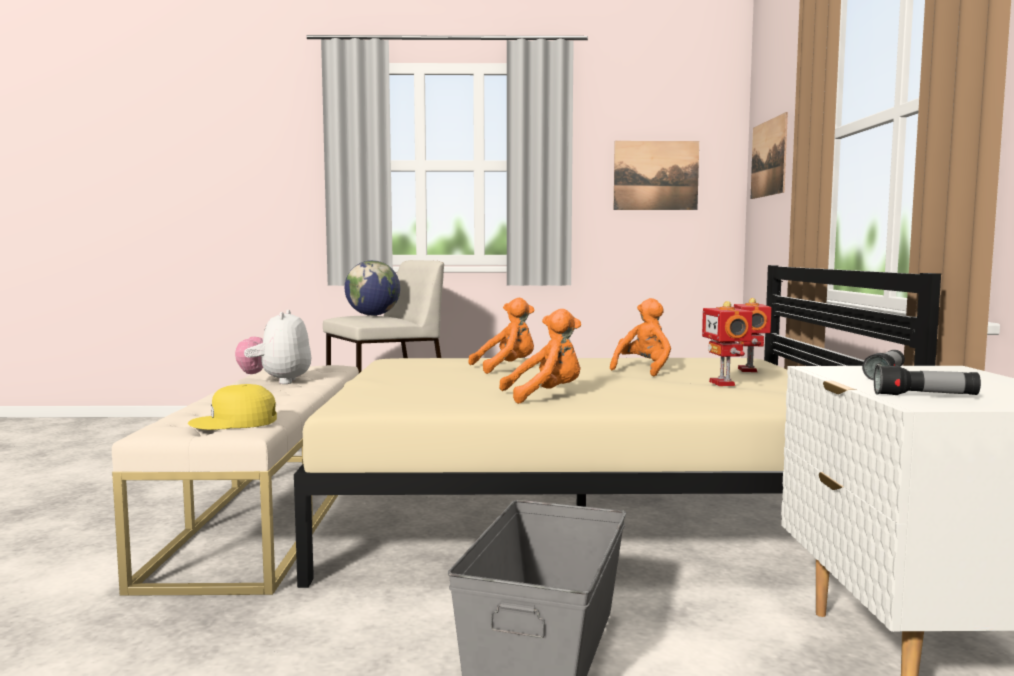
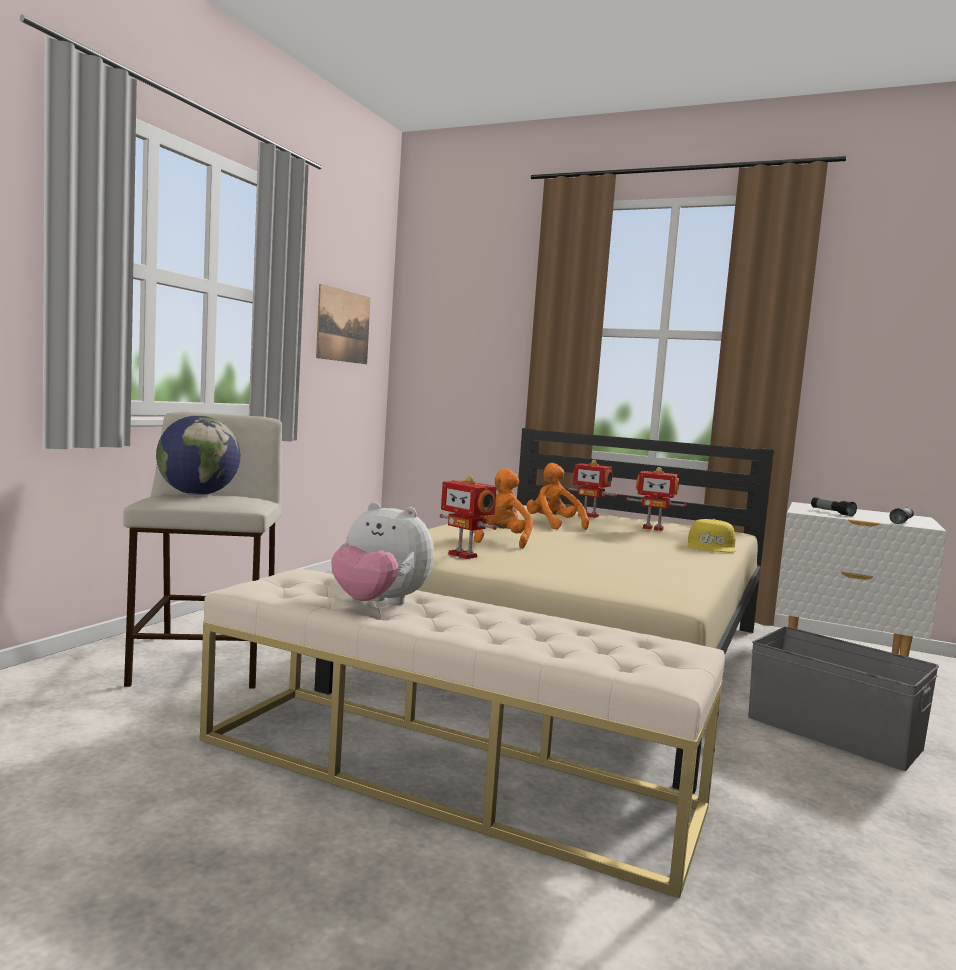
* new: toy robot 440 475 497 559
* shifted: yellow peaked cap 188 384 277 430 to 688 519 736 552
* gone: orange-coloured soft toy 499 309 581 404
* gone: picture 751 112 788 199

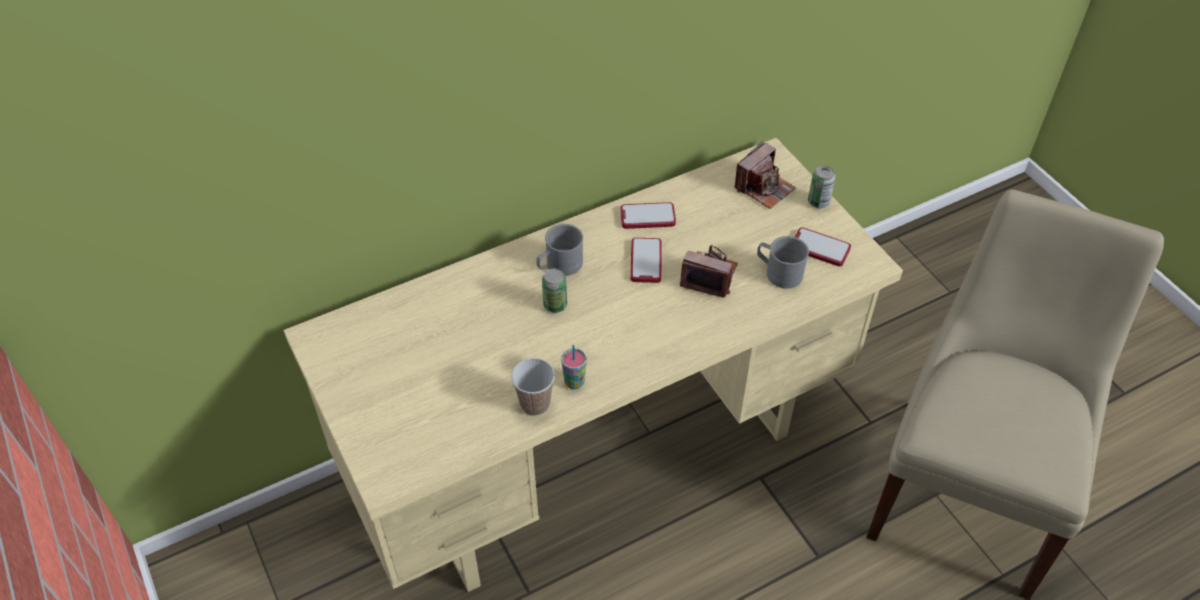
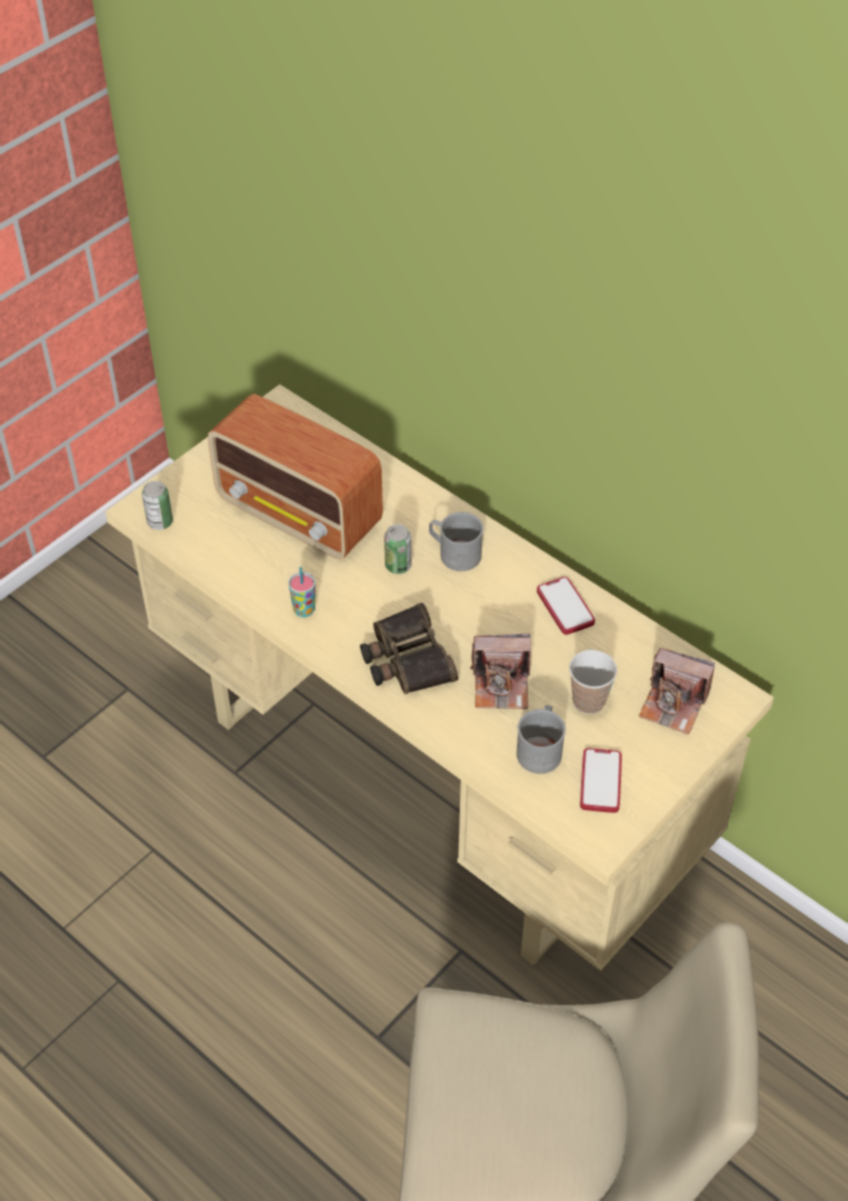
* shifted: metal can 808 166 835 208 to 142 481 173 530
* new: radio receiver 208 394 383 559
* new: pair of binoculars 360 603 459 694
* rotated: still camera 680 245 738 298 = 470 634 531 709 90 degrees clockwise
* shifted: small cup 511 358 555 416 to 569 650 617 714
* gone: phone 630 238 662 283

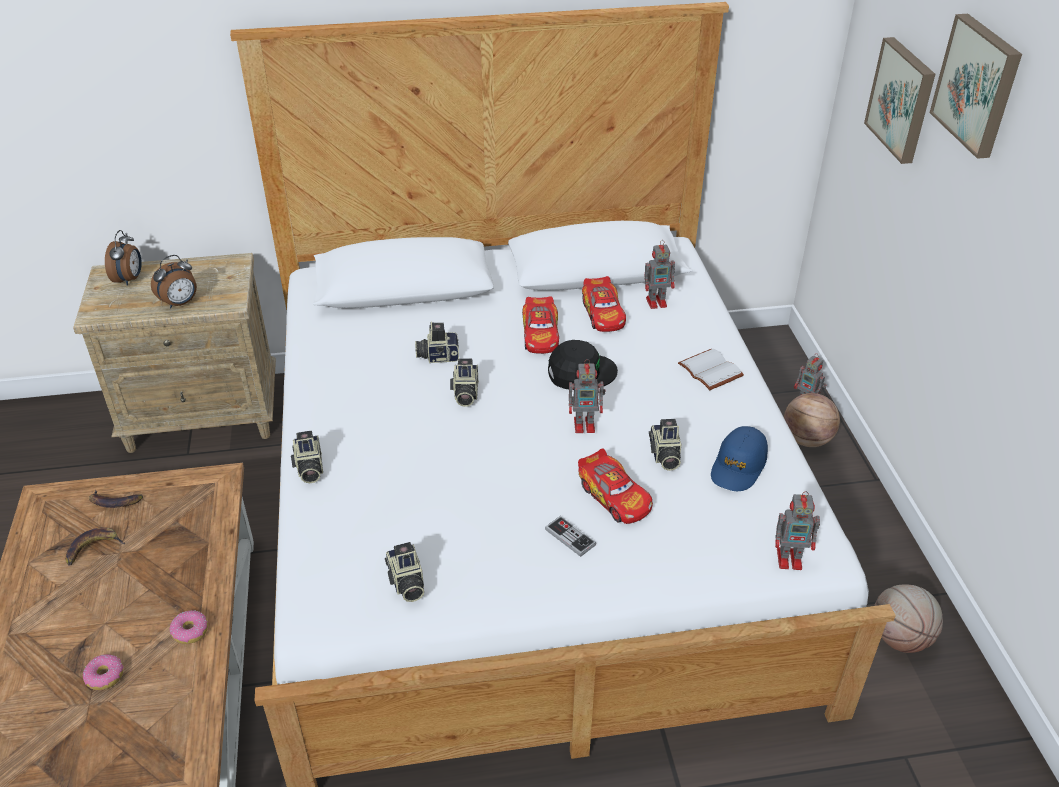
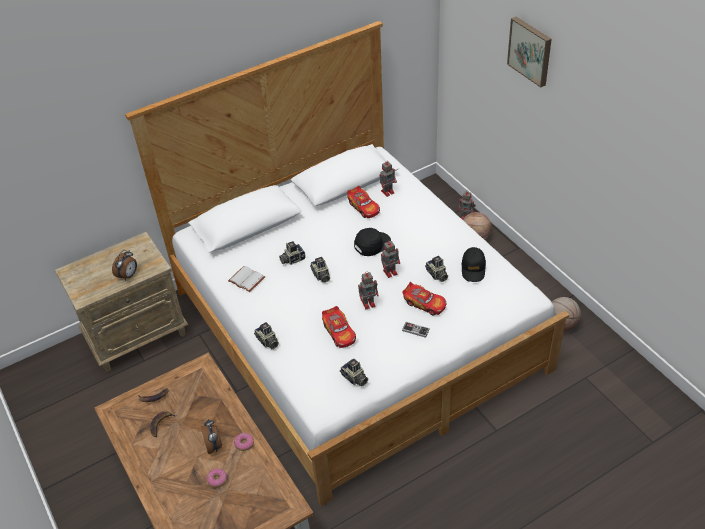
* shifted: alarm clock 105 230 142 286 to 201 419 222 454
* shifted: white bound book 678 348 744 390 to 228 266 265 292
* shifted: model car 522 296 559 354 to 322 306 356 348
* shifted: toy robot 775 491 820 570 to 358 271 378 309
* repainted: bluish peaked cap 711 426 768 491 to blackish peaked cap 461 247 486 282
* gone: picture 864 37 935 164

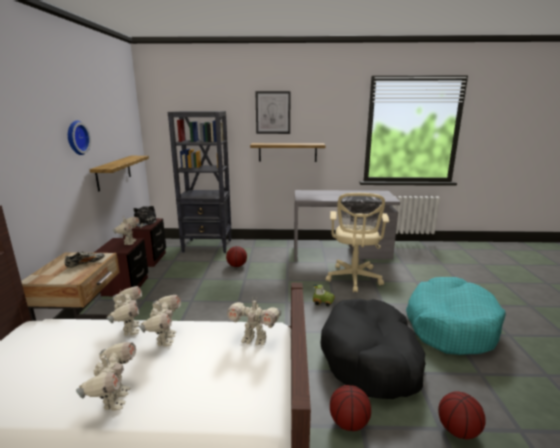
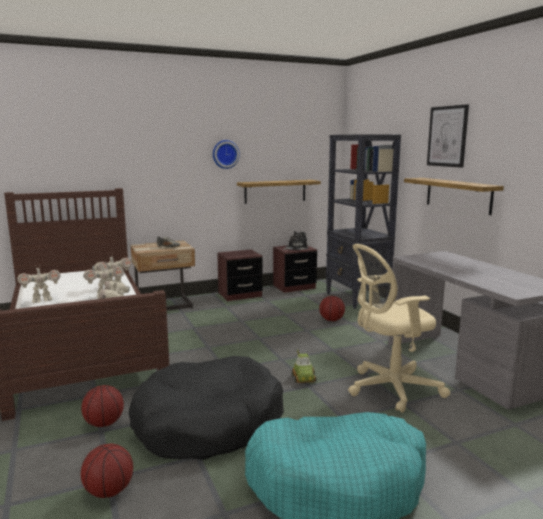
* gone: toy robot 113 217 140 245

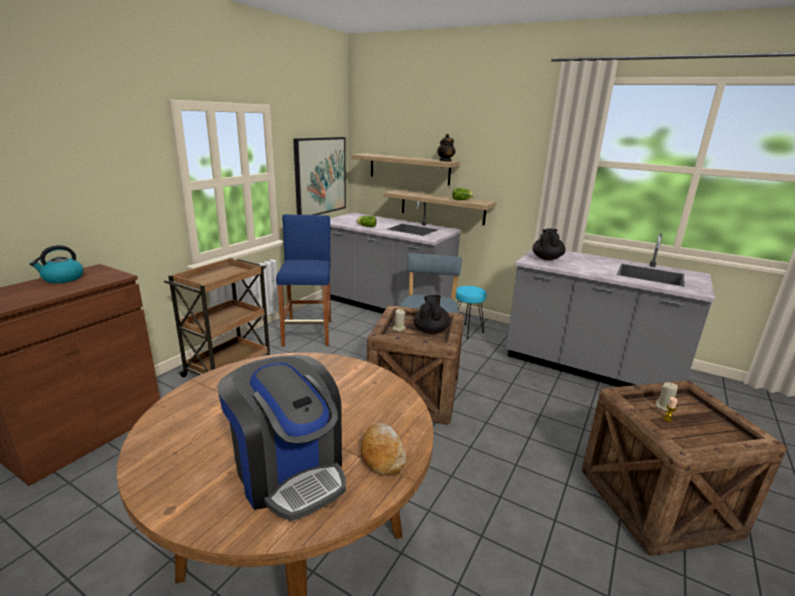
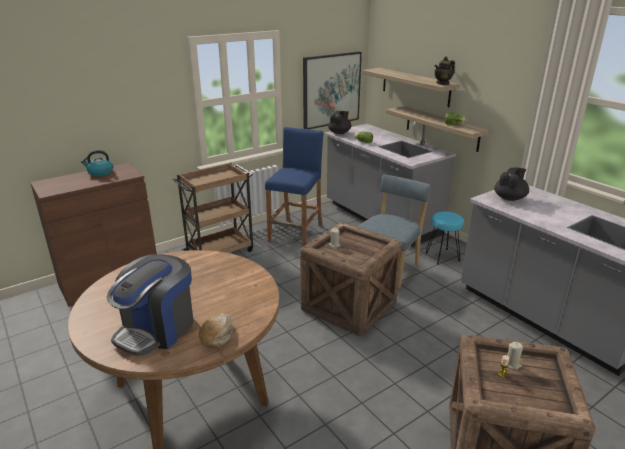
* rotated: coffee brewer 217 355 346 521 = 107 254 193 356 45 degrees clockwise
* shifted: blackish pot for tea 413 295 451 334 to 328 111 351 134

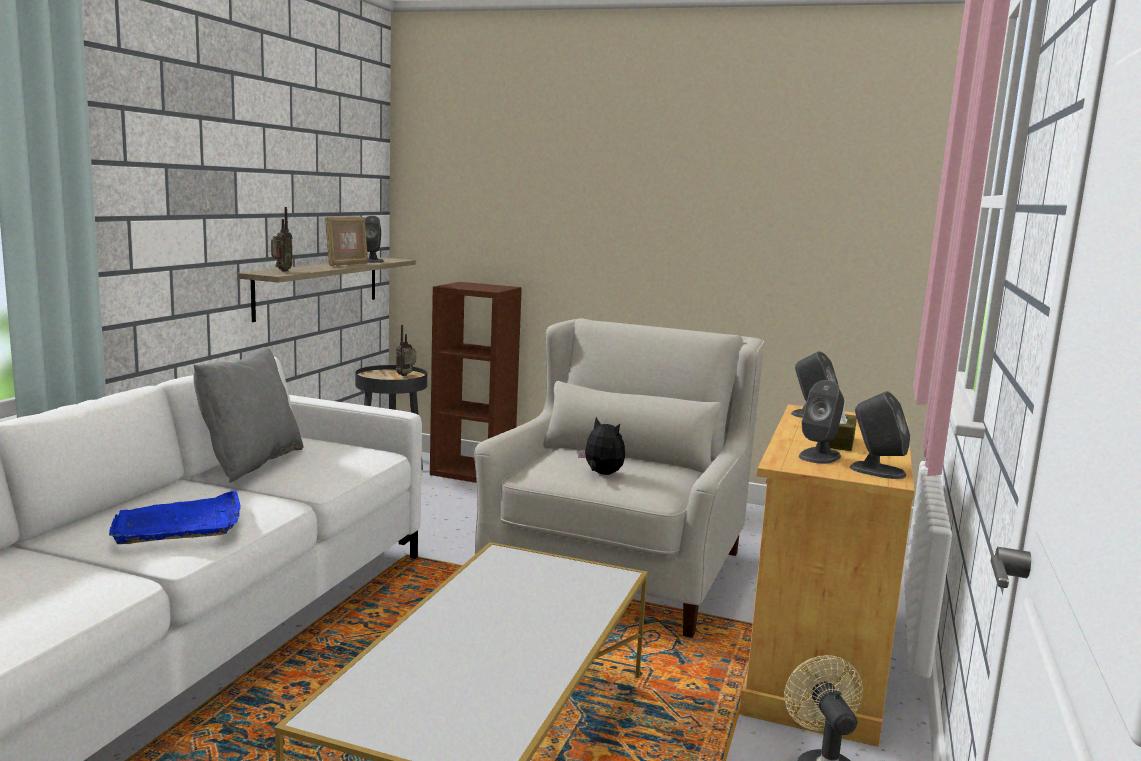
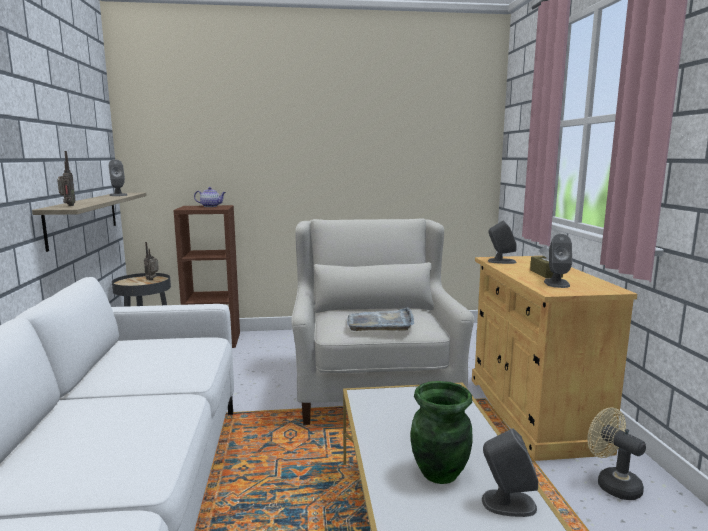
* new: pot for tea 194 187 226 207
* swapped: soft toy 578 417 625 475 to greyish tray 347 307 414 331
* new: green flower vase 410 381 473 484
* shifted: greyish loudspeaker 850 391 910 479 to 482 428 538 517
* gone: bluish tray 109 490 241 544
* gone: greyish pillow 193 347 304 483
* gone: photo frame 325 217 368 266

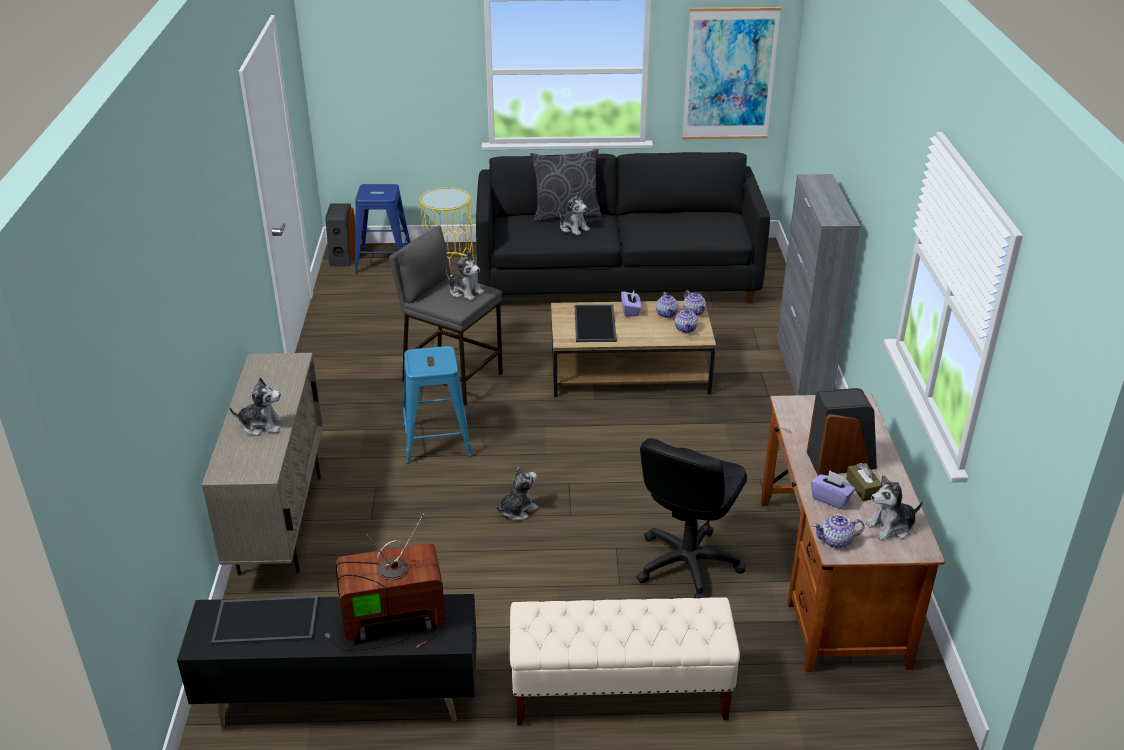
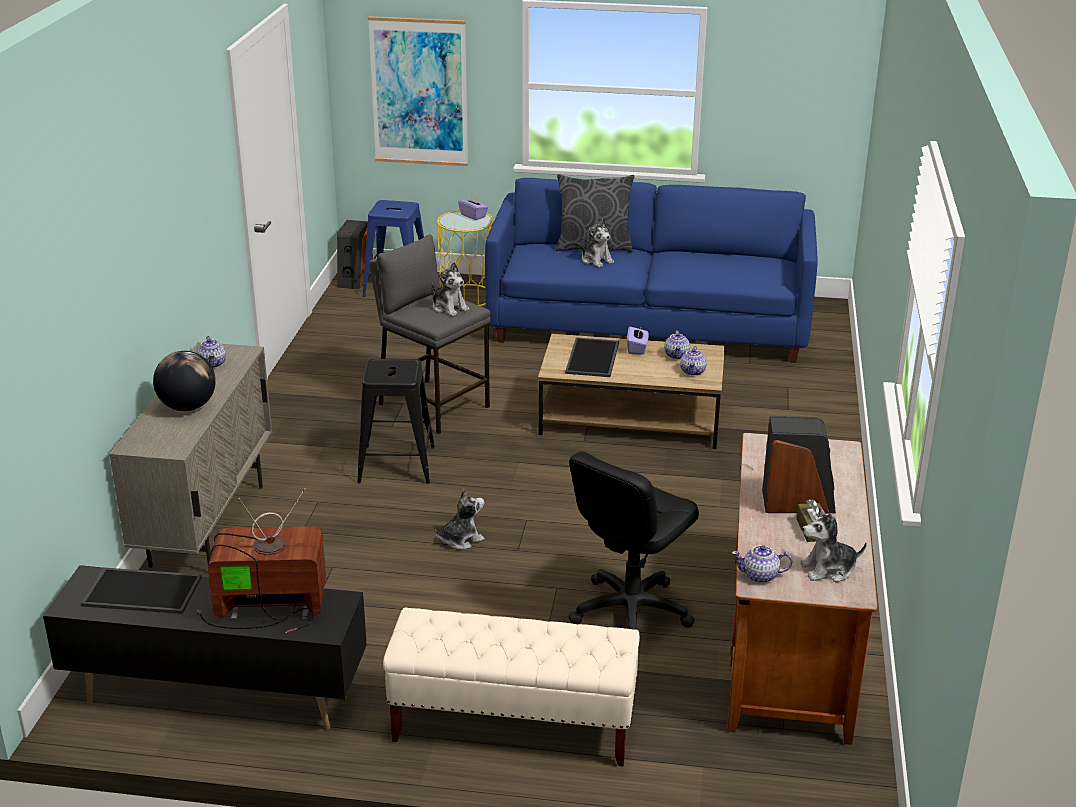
* swapped: soft toy 229 377 284 436 to globe 153 351 216 411
* shifted: pot for tea 683 290 706 316 to 196 336 226 368
* repainted: bluish stool 403 346 472 464 to blackish stool 357 359 435 484
* shifted: picture 682 7 781 139 to 368 16 468 166
* shifted: purple box of tissues 811 470 855 509 to 458 194 488 220
* repainted: blackish sofa 476 152 770 308 to bluish sofa 485 178 818 363
* gone: greyish cabinet 777 174 860 395

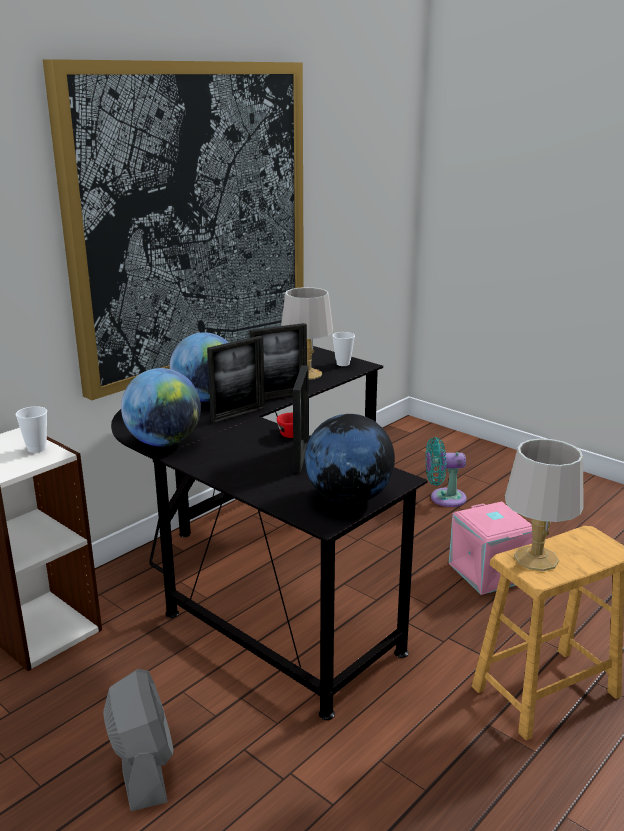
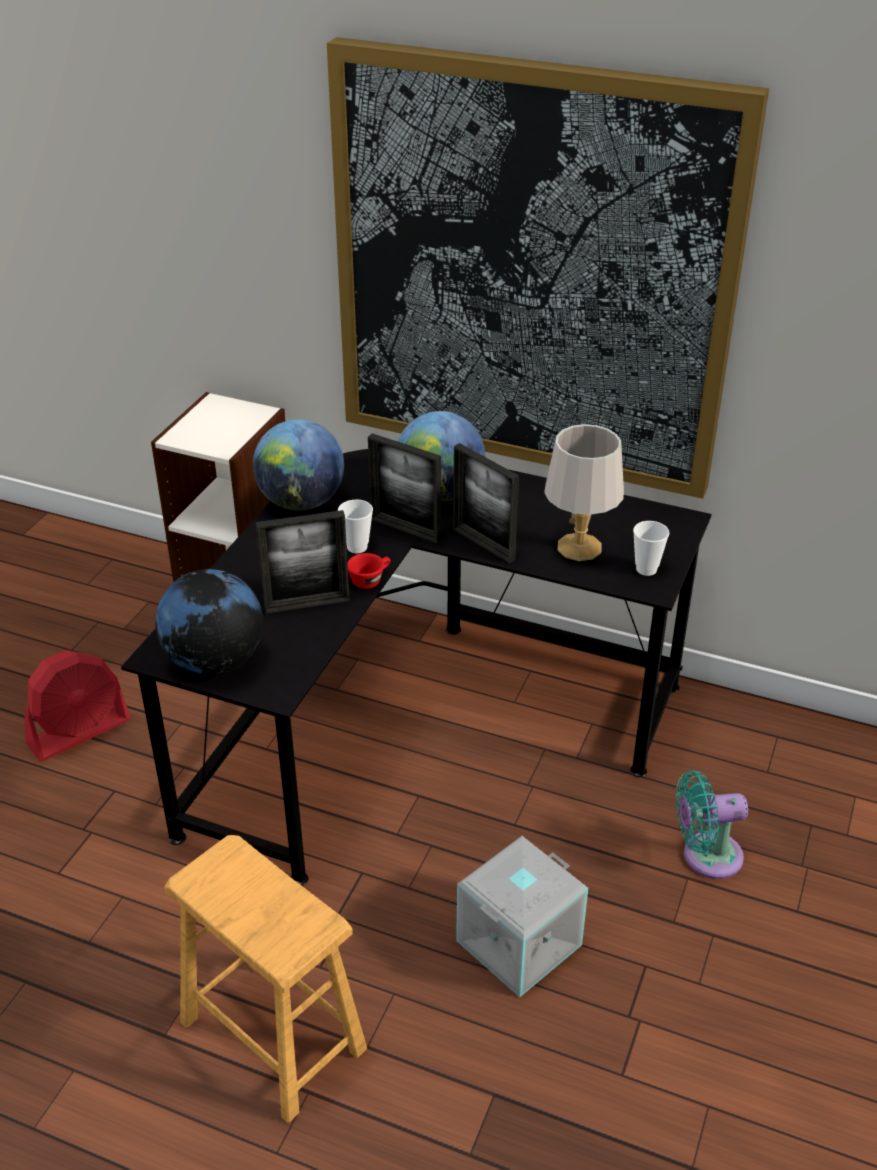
* repainted: greyish fan 103 669 174 811 to red-coloured fan 24 650 131 761
* shifted: small cup 16 406 47 453 to 338 500 373 553
* repainted: pinkish storage box 449 501 533 595 to greyish storage box 456 836 588 997
* rotated: blue-green fan 425 437 467 507 = 676 770 748 879 75 degrees counterclockwise
* gone: greyish lamp for a table 505 438 584 571

